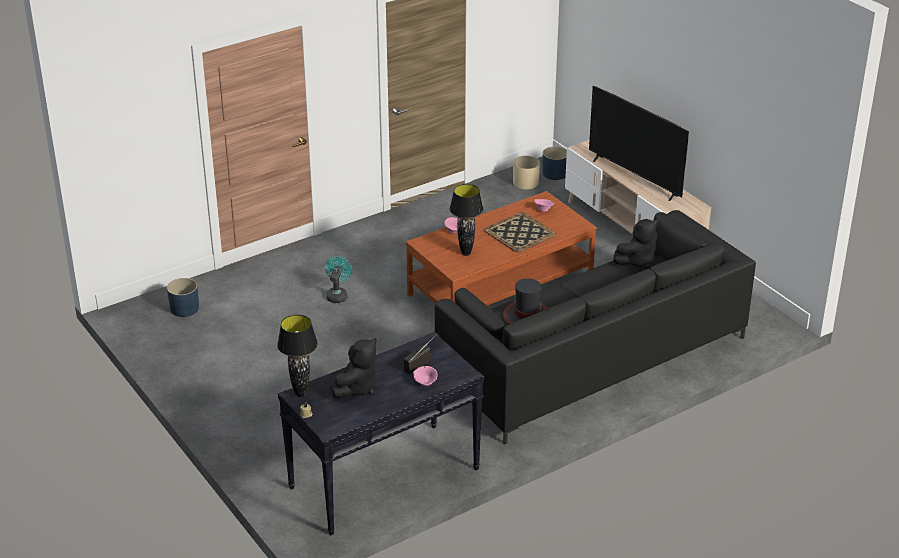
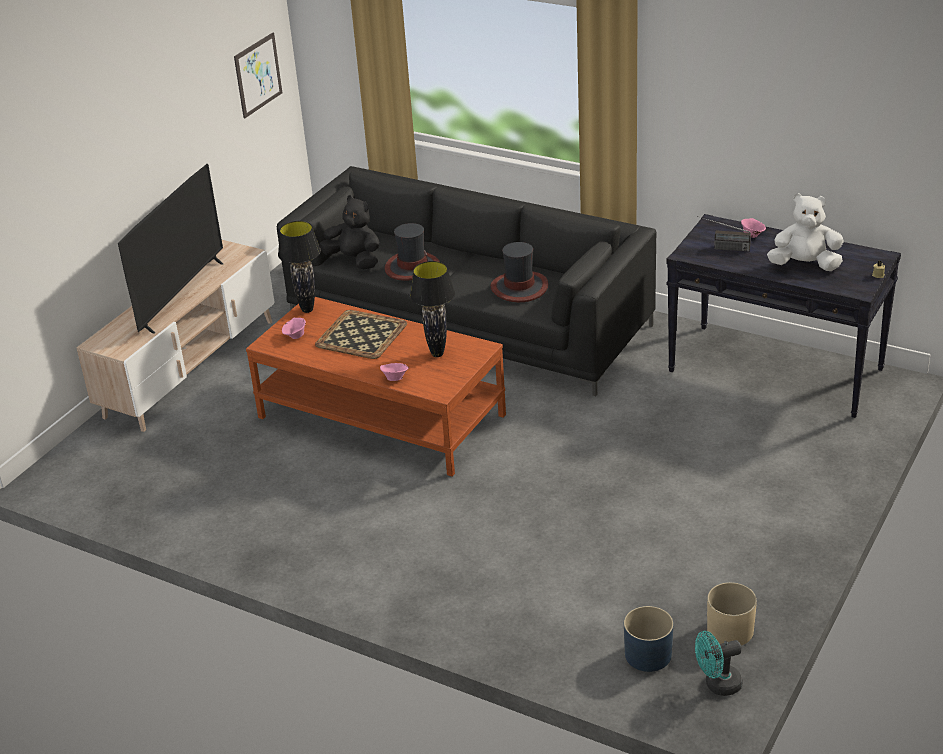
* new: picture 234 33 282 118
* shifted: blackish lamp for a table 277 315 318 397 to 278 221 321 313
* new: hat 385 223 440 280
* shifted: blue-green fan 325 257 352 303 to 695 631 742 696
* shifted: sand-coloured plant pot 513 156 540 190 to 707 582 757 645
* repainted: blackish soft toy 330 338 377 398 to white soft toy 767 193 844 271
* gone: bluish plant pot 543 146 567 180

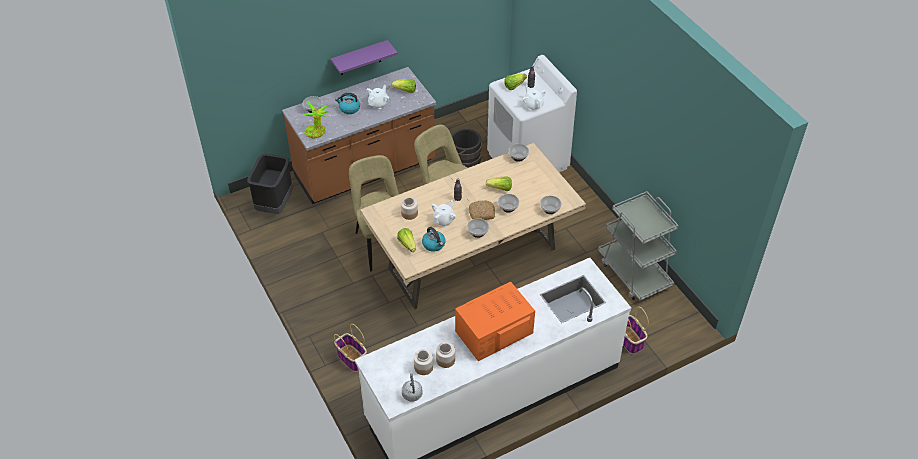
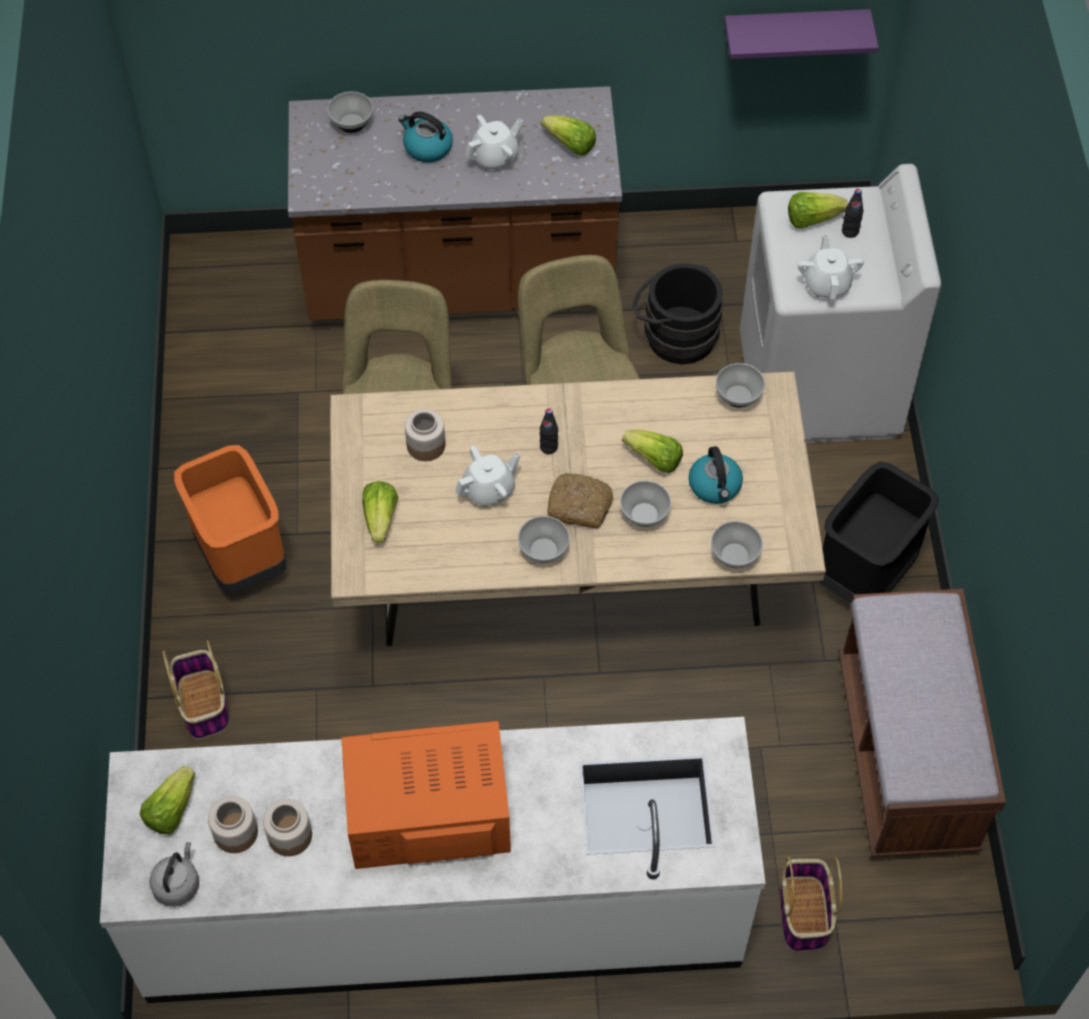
* new: lettuce head 140 766 195 834
* new: orange-coloured trash can 174 445 286 594
* shifted: water kettle 422 227 445 252 to 688 446 743 504
* shifted: purple bracket shelf 331 40 398 75 to 724 9 879 59
* shifted: blackish trash can 247 154 293 214 to 819 462 939 603
* swapped: greyish wheeled cart 598 191 679 301 to brownish indoor bench 839 589 1006 858
* gone: plant in a pot 303 102 330 139

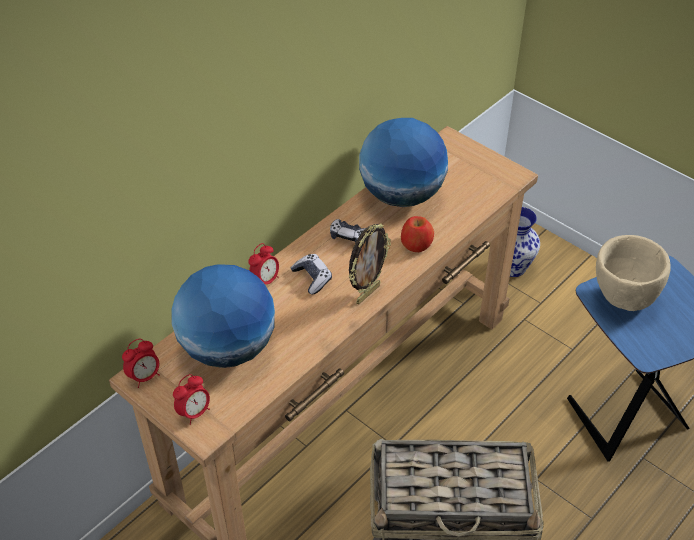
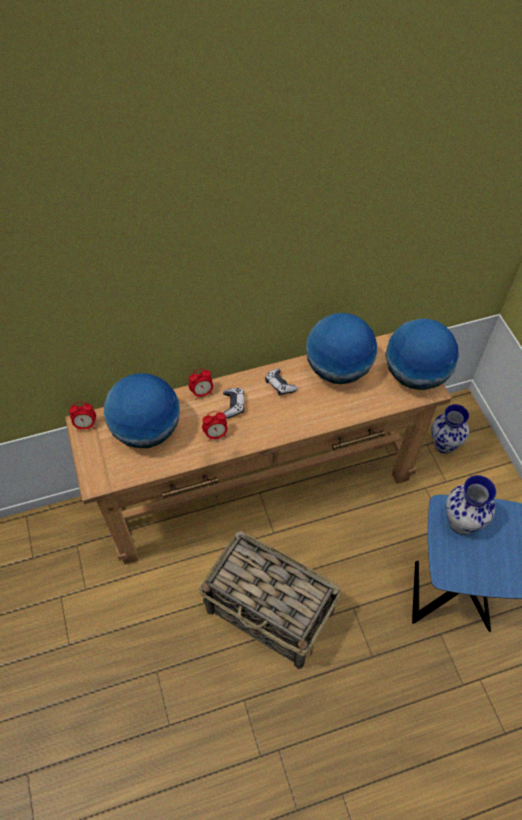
* shifted: alarm clock 173 374 210 425 to 202 411 227 441
* new: globe 385 318 459 390
* swapped: sand-coloured serving bowl 596 235 671 311 to flower vase 446 475 496 535
* gone: photo frame 349 223 391 304
* gone: apple 401 216 434 252

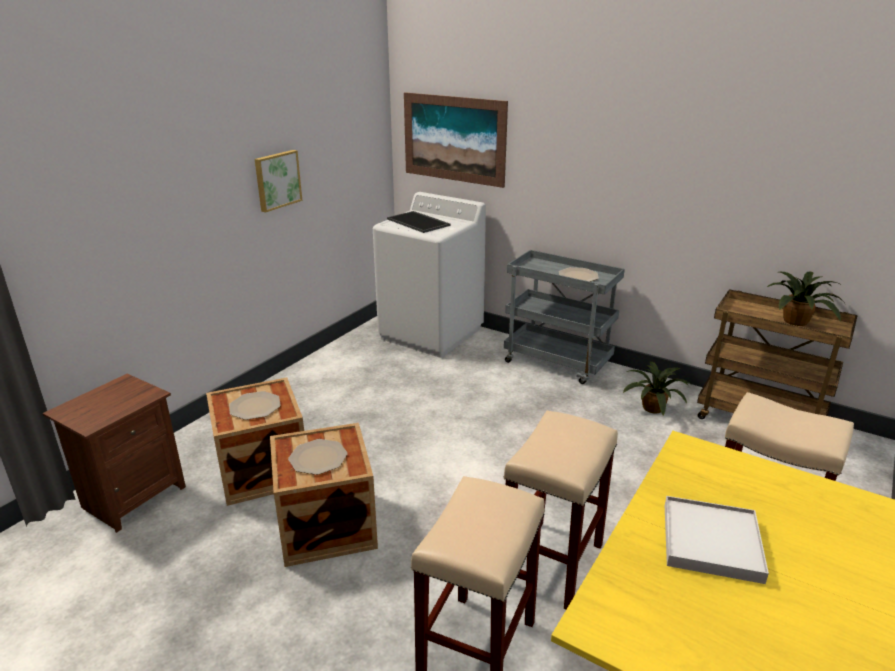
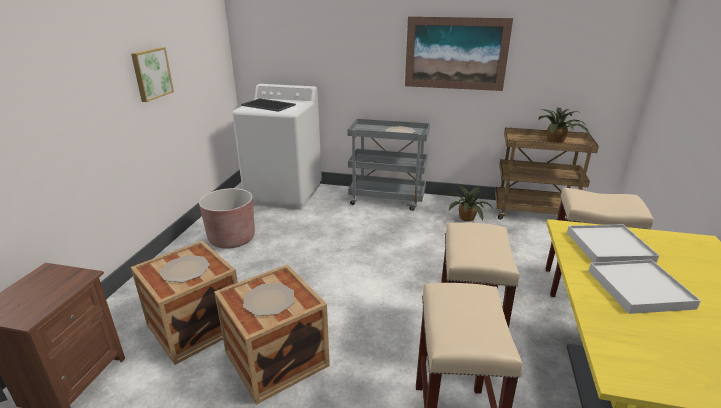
* new: brownish plant pot 199 188 255 249
* shifted: picture 404 92 508 188 to 405 16 513 91
* new: white tray 567 225 659 263

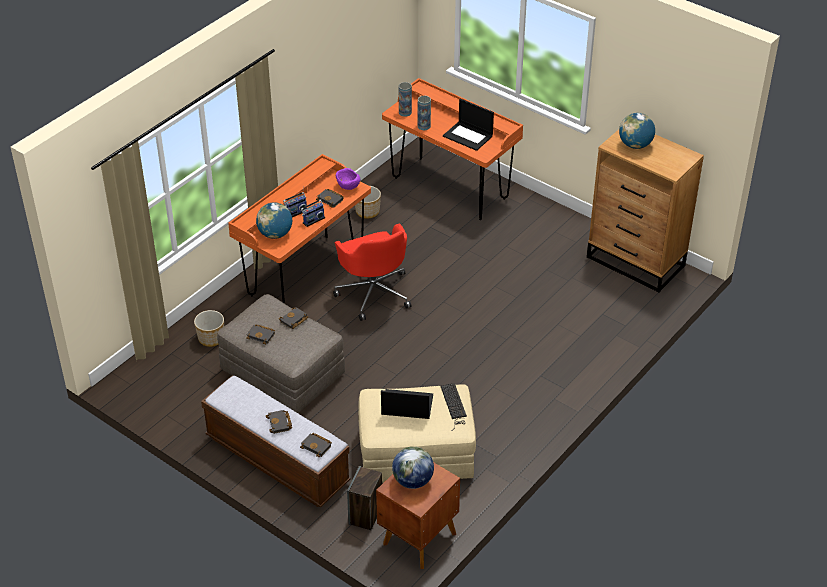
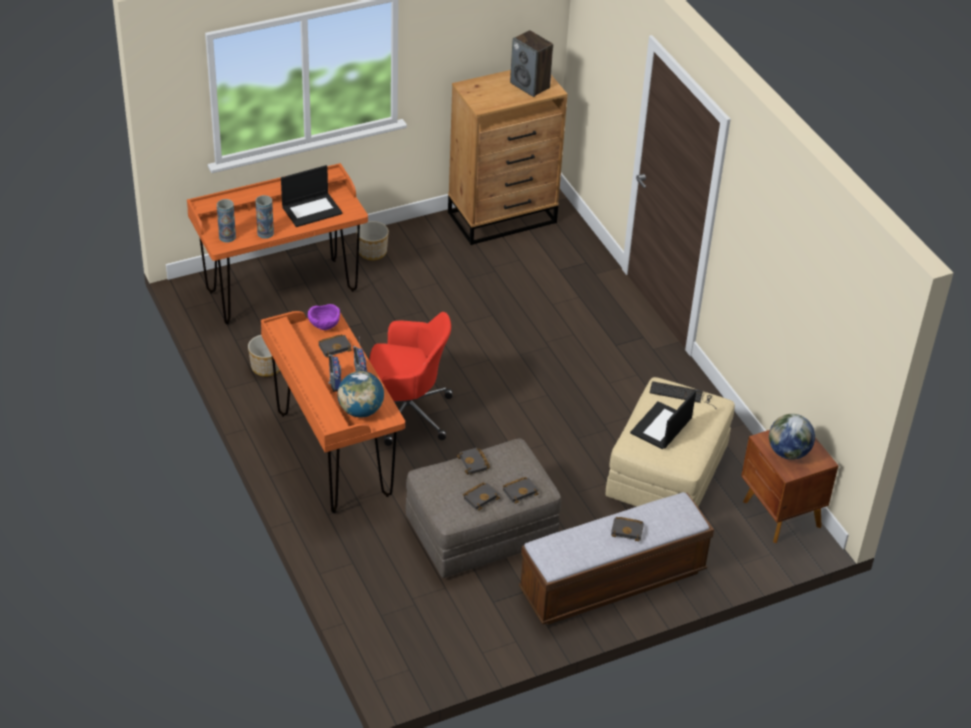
* shifted: plant pot 194 310 224 347 to 356 221 389 260
* shifted: blackish bound book 300 433 332 457 to 503 477 539 504
* shifted: loudspeaker 347 466 382 530 to 510 30 553 97
* gone: globe 619 113 655 149

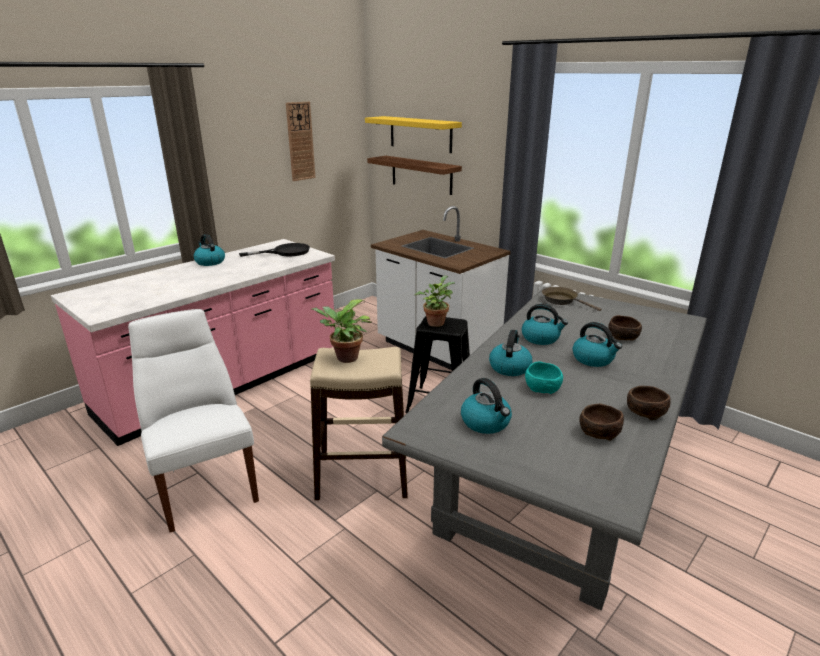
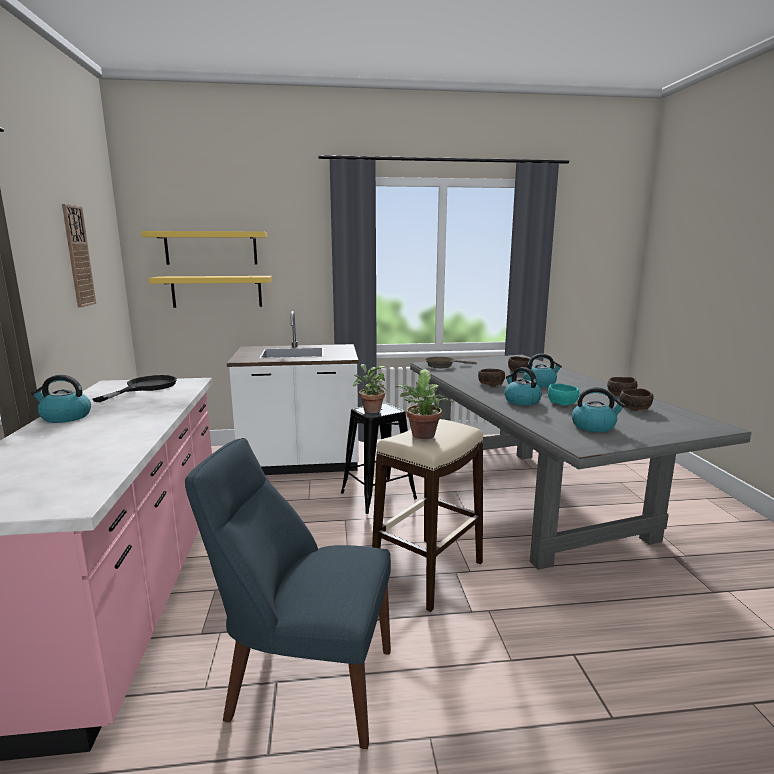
* repainted: brownish bracket shelf 367 156 462 195 to yellow bracket shelf 149 276 272 308
* repainted: white upright chair 128 309 259 533 to bluish upright chair 185 438 391 749
* swapped: water kettle 521 304 568 345 to brownish serving bowl 478 369 505 387

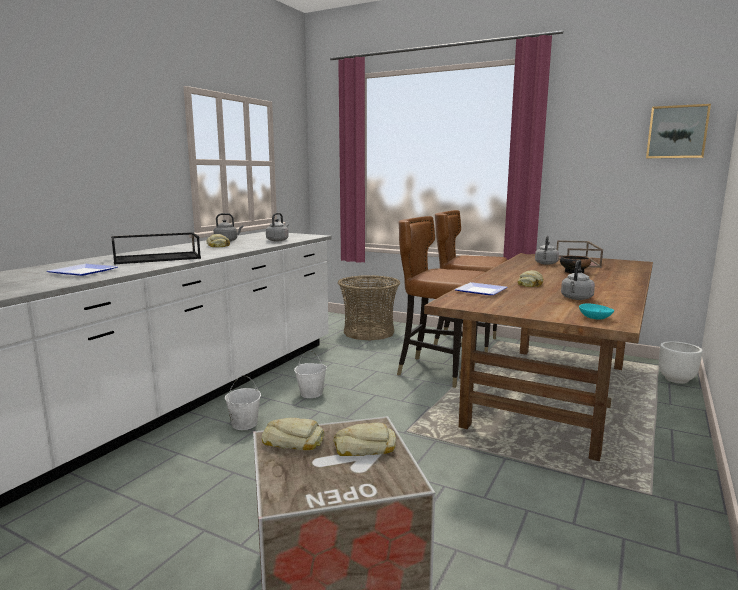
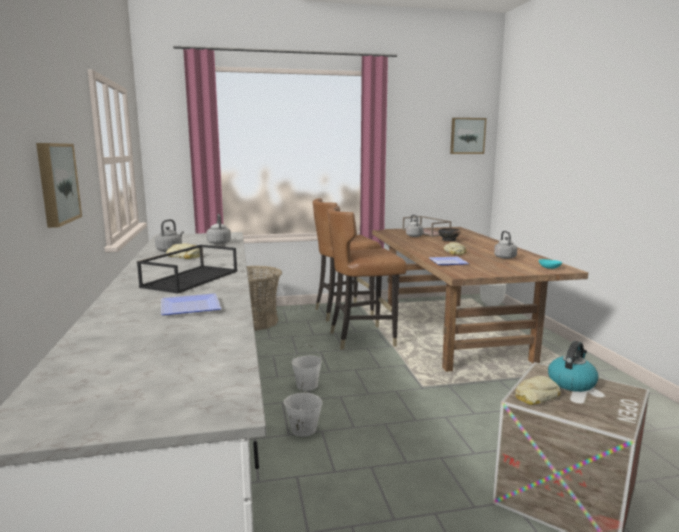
* new: picture 36 143 82 228
* swapped: bakery bread 333 423 396 456 to water kettle 548 341 599 392

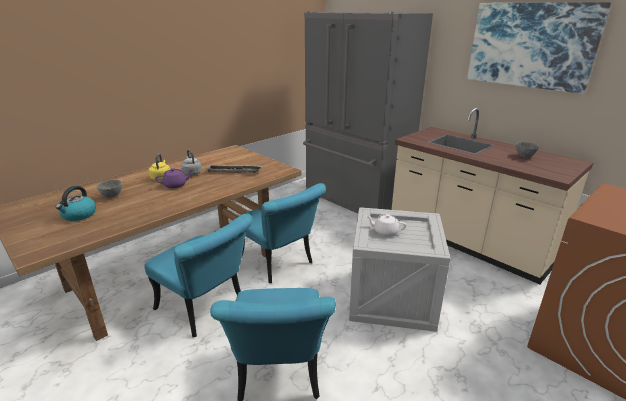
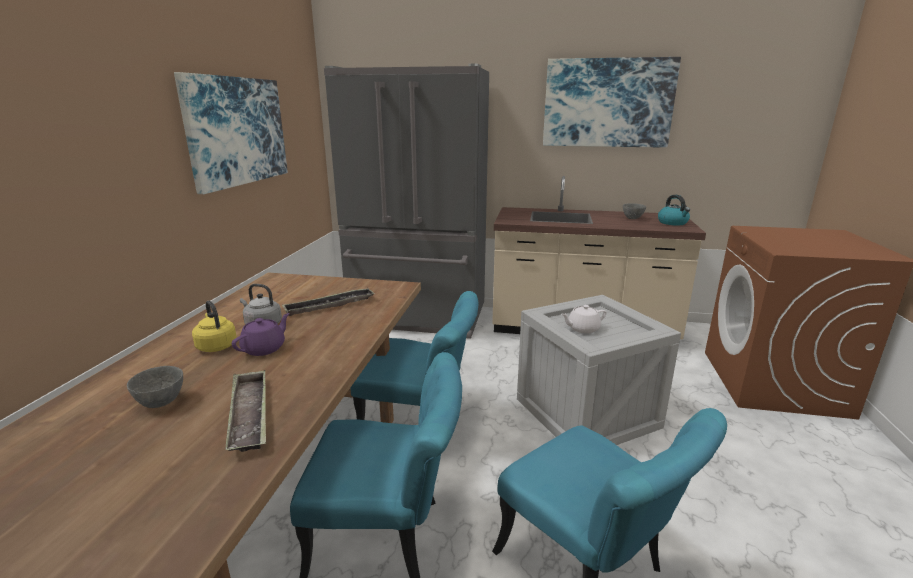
* new: picture 174 72 288 194
* new: tray 225 370 266 452
* shifted: water kettle 56 186 96 221 to 658 195 690 226

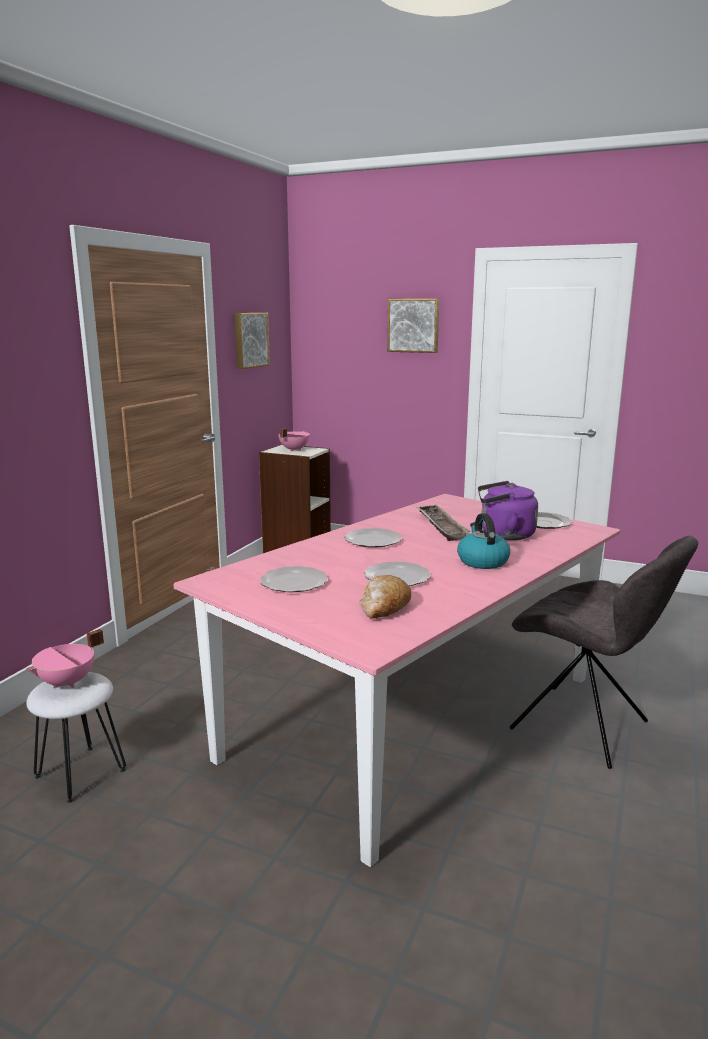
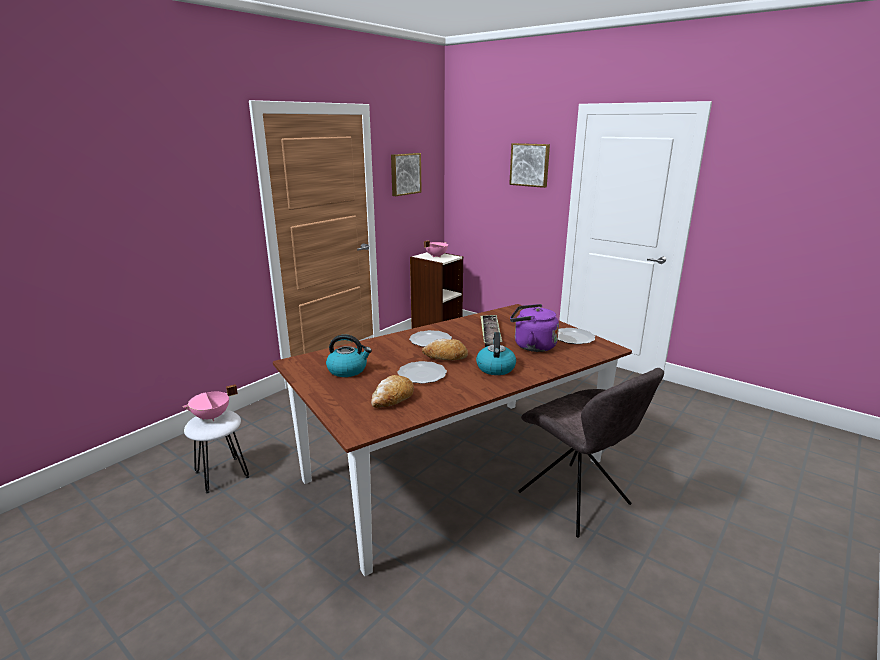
* repainted: pinkish dinner table 173 494 620 867 to brownish dinner table 273 304 632 576
* swapped: plate 260 566 328 592 to water kettle 326 334 372 377
* new: bakery bread 422 339 468 361

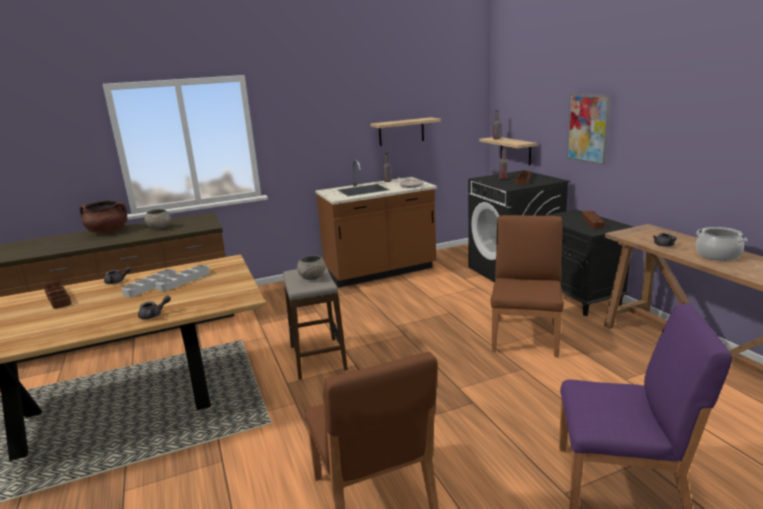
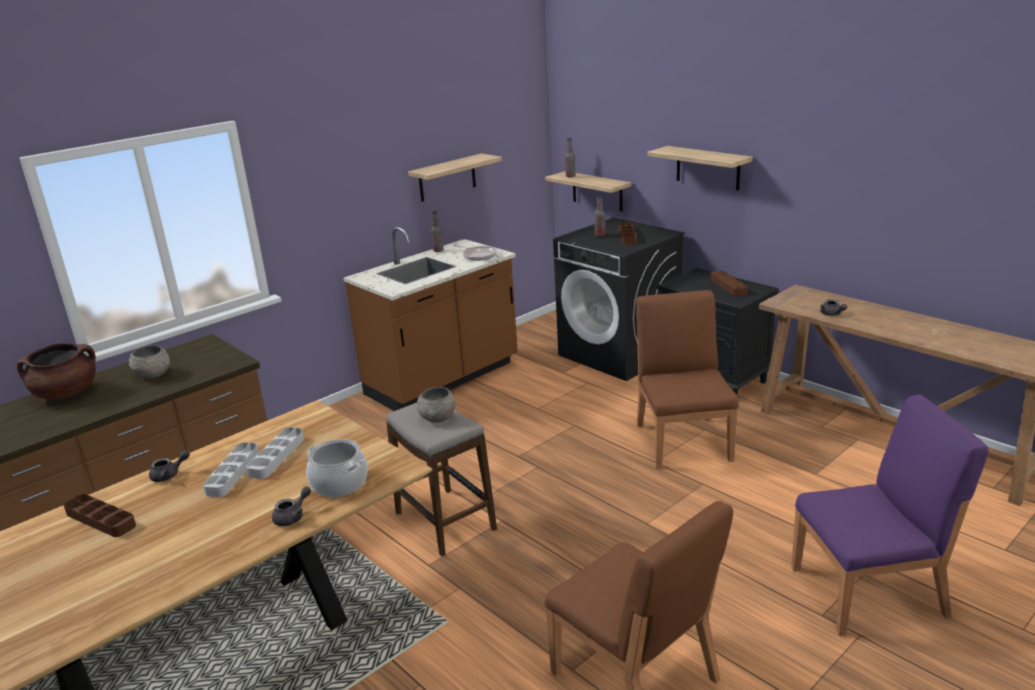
* shifted: cooking pot 696 227 748 261 to 306 439 368 497
* swapped: picture 567 94 611 165 to bracket shelf 647 146 753 191

